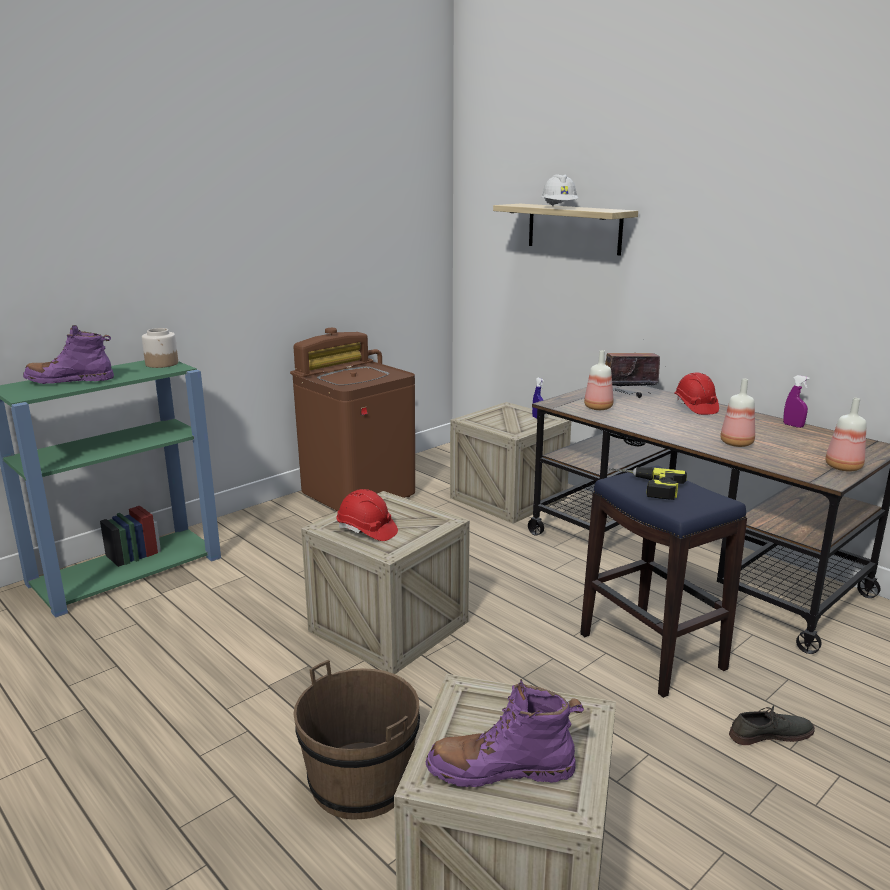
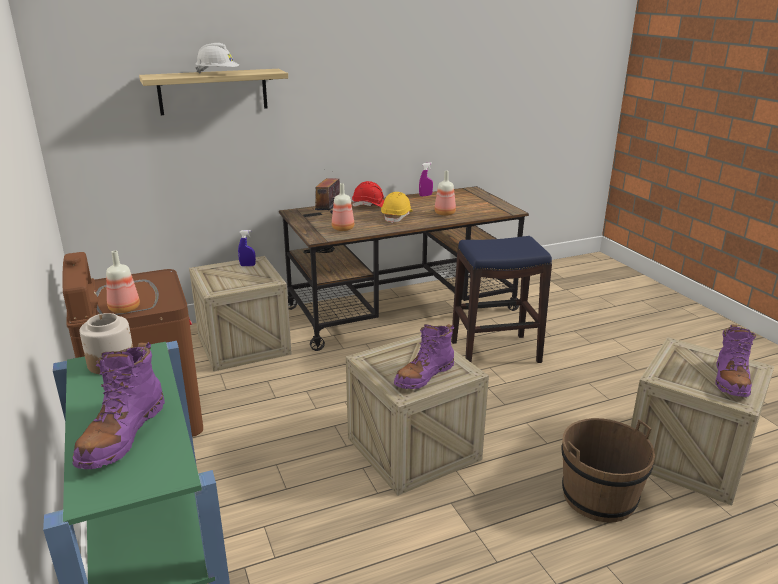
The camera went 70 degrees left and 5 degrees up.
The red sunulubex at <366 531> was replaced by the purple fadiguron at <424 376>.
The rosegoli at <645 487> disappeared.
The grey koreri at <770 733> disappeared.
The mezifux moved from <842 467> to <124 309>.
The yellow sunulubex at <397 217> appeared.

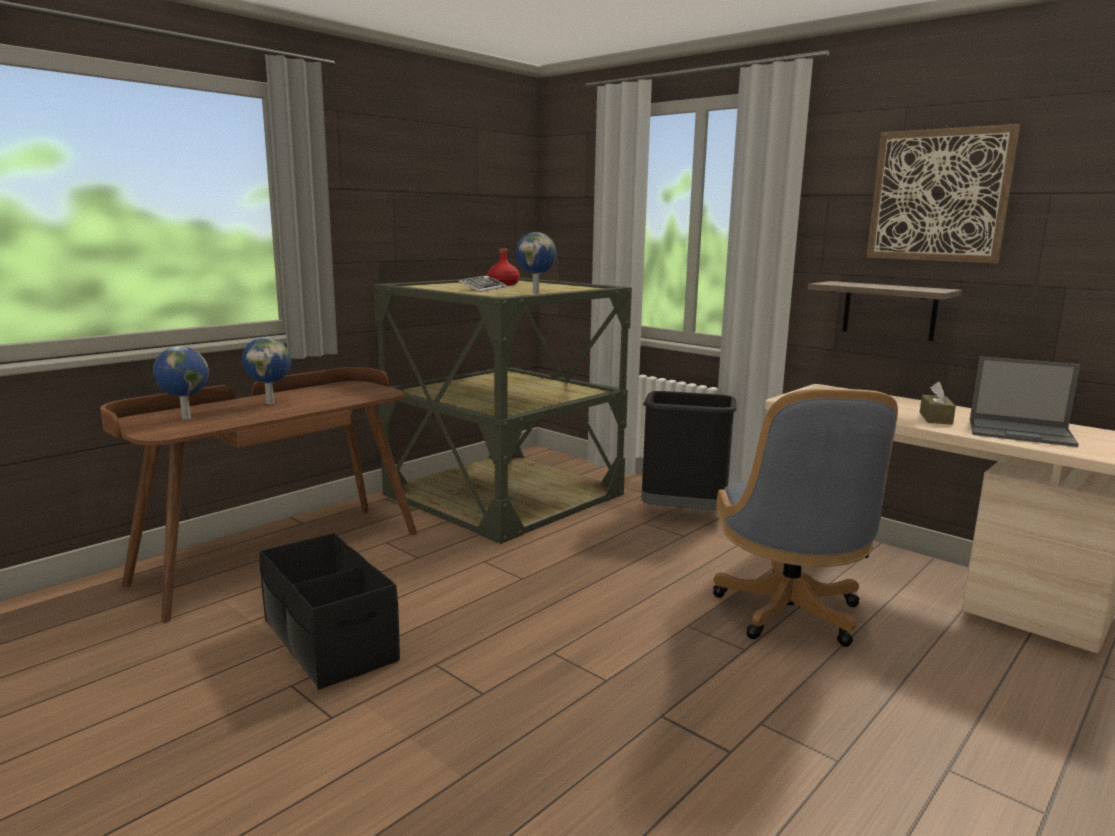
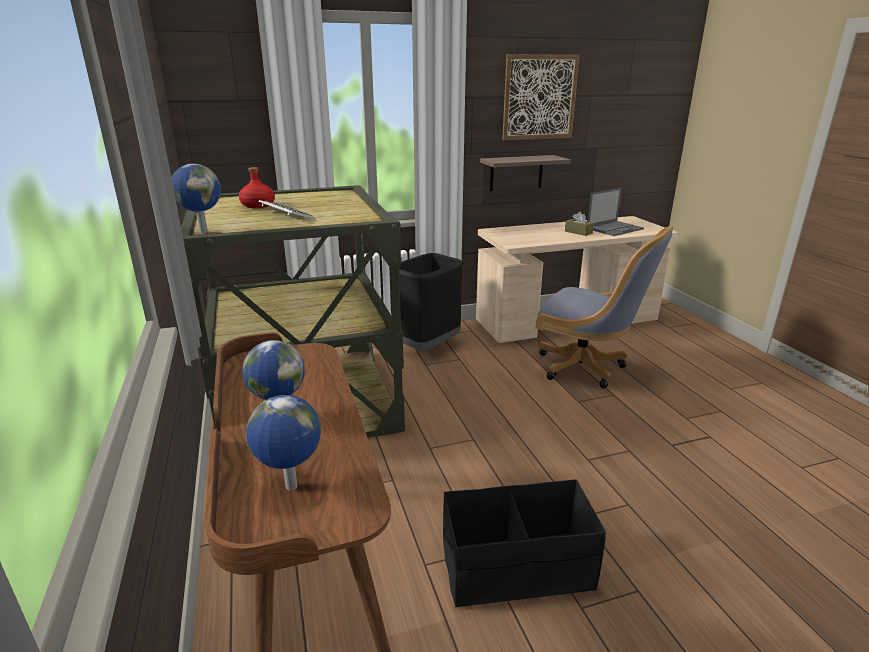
The camera went 60 degrees left and 10 degrees up.
The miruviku moved from <536 293> to <203 231>.

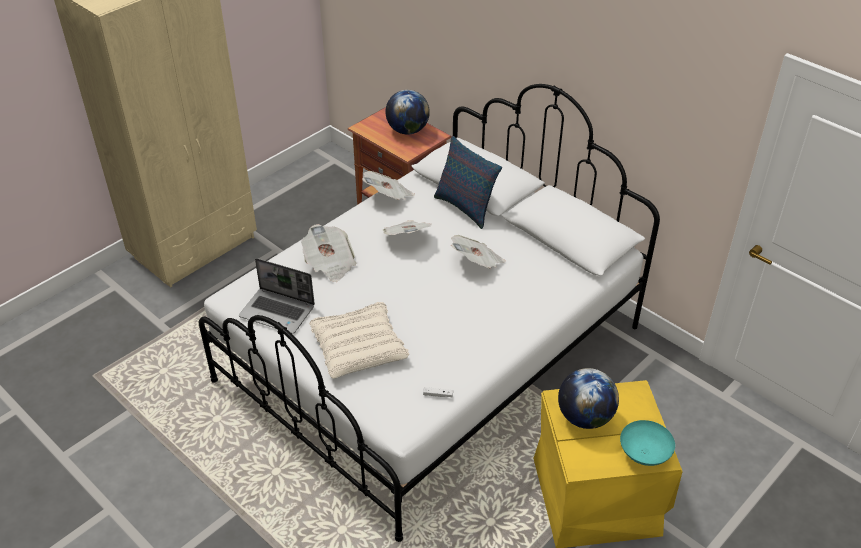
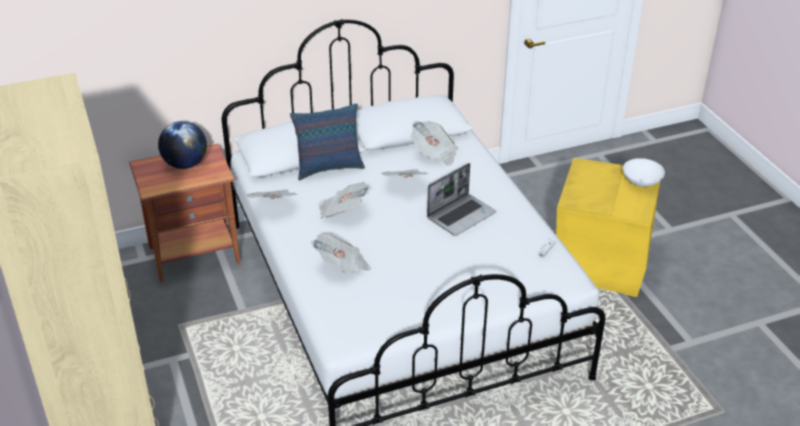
The camera went 65 degrees left and 5 degrees down.
The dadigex moved from <278 311> to <461 215>.
The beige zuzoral at <359 347> disappeared.
The miruviku at <585 417> disappeared.
The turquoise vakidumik at <643 453> became the white vakidumik at <641 183>.
The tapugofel at <434 154> appeared.

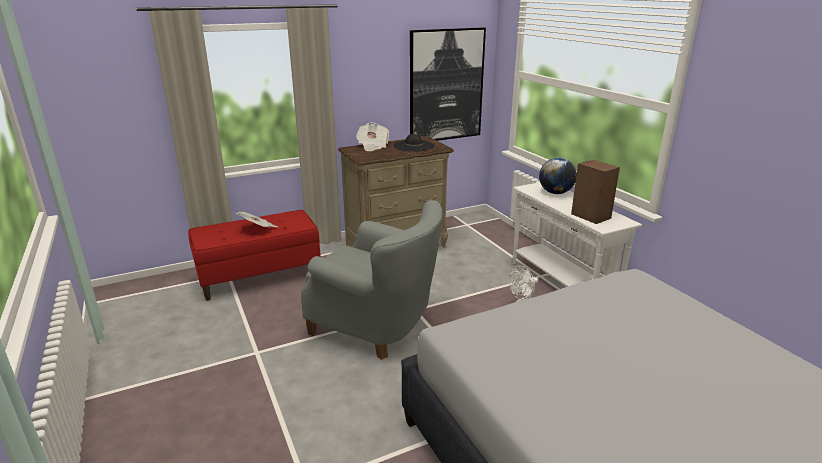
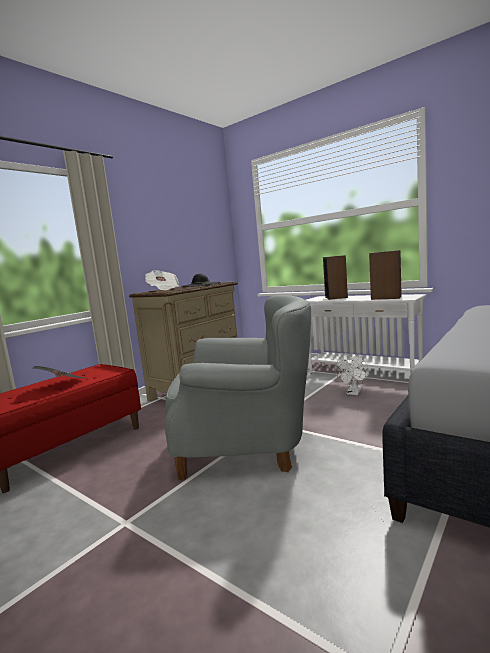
The camera went 25 degrees left and 15 degrees down.
The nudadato at <446 85> disappeared.
The miruviku at <555 193> was replaced by the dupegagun at <336 297>.

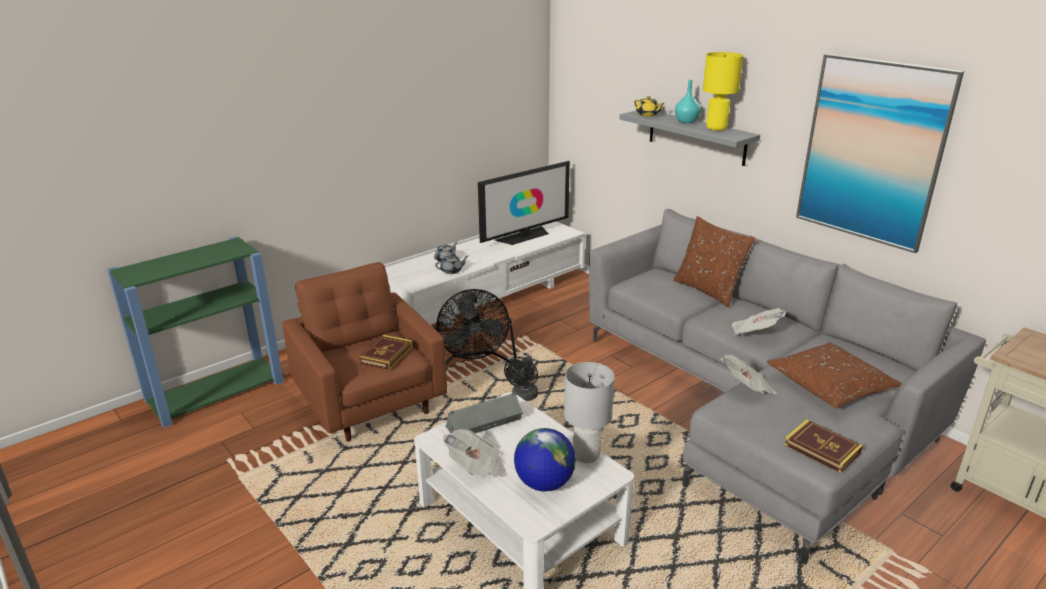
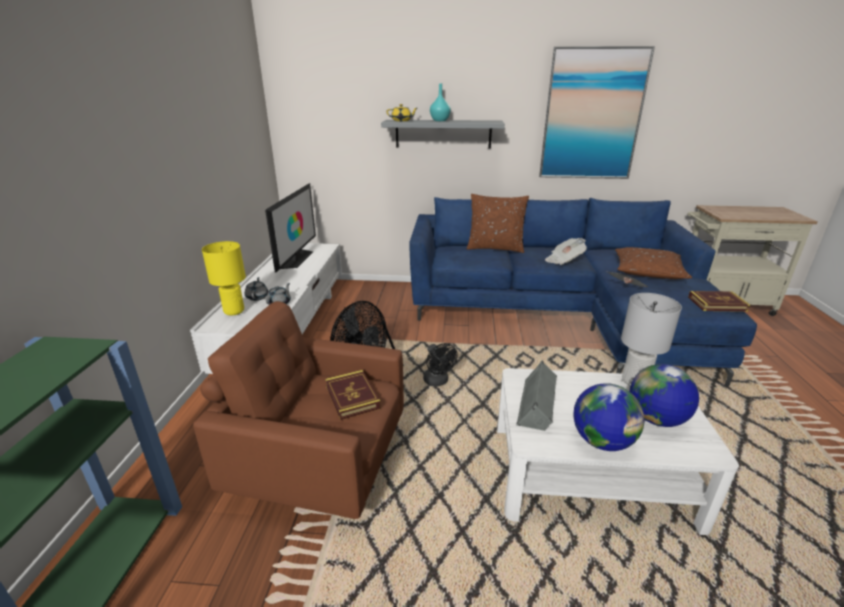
The camera went 45 degrees left and 0 degrees up.
The tapugofel at <477 467> was replaced by the miruviku at <602 441>.
The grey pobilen at <755 406> became the blue pobilen at <564 315>.
The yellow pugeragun moved from <716 129> to <234 312>.

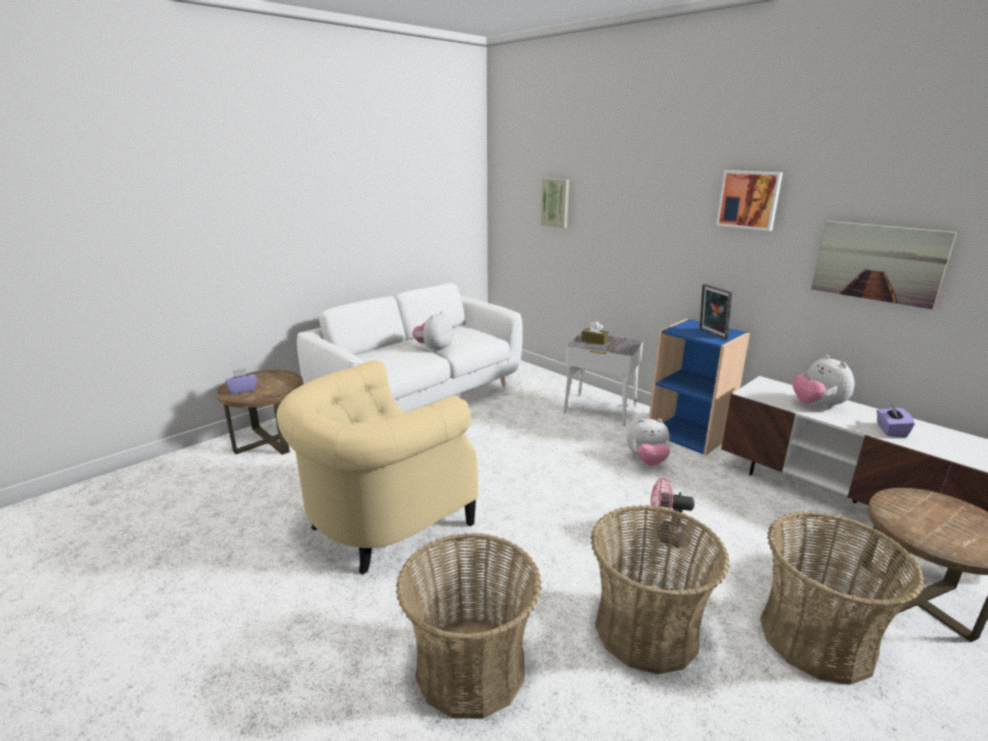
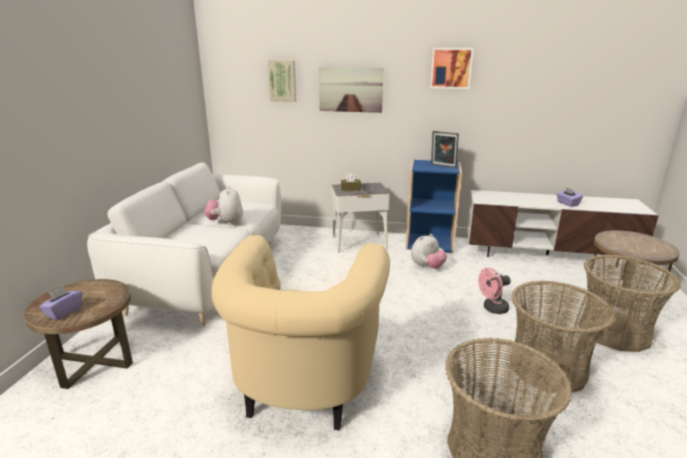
The camera went 35 degrees left and 0 degrees up.
The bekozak at <817 405> disappeared.
The nudadato moved from <878 262> to <350 89>.

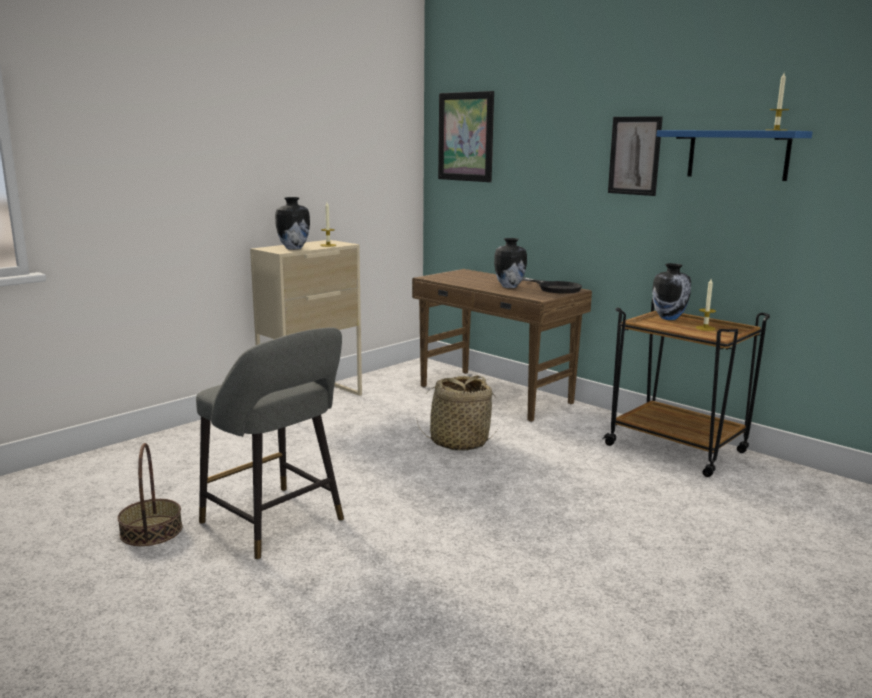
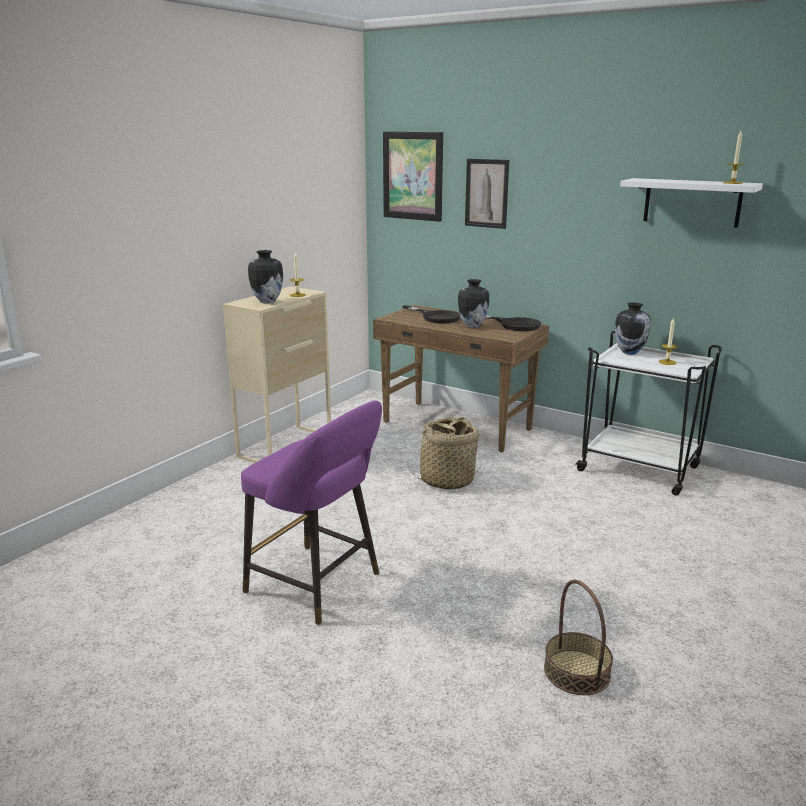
The camera went 10 degrees left and 5 degrees up.
The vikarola moved from <151 531> to <577 672>.
The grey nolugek at <277 524> became the purple nolugek at <318 585>.
The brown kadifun at <677 449> became the white kadifun at <640 469>.
The nudadato moved from <634 156> to <486 193>.
The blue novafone at <738 155> became the white novafone at <692 202>.
The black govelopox at <436 317> appeared.

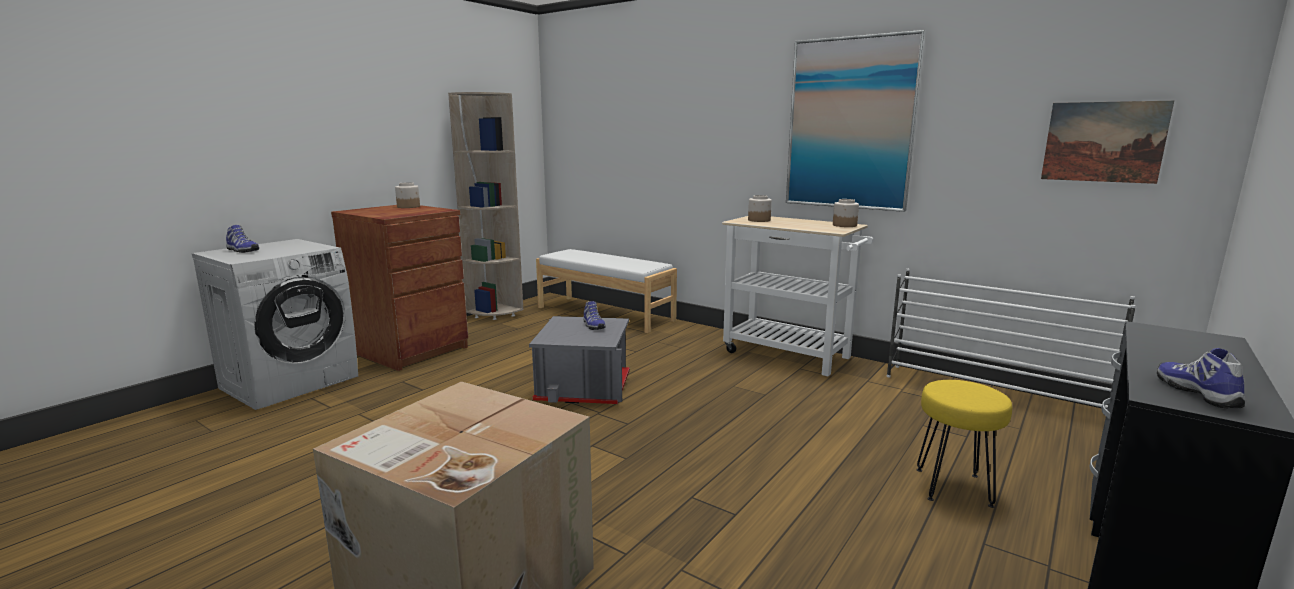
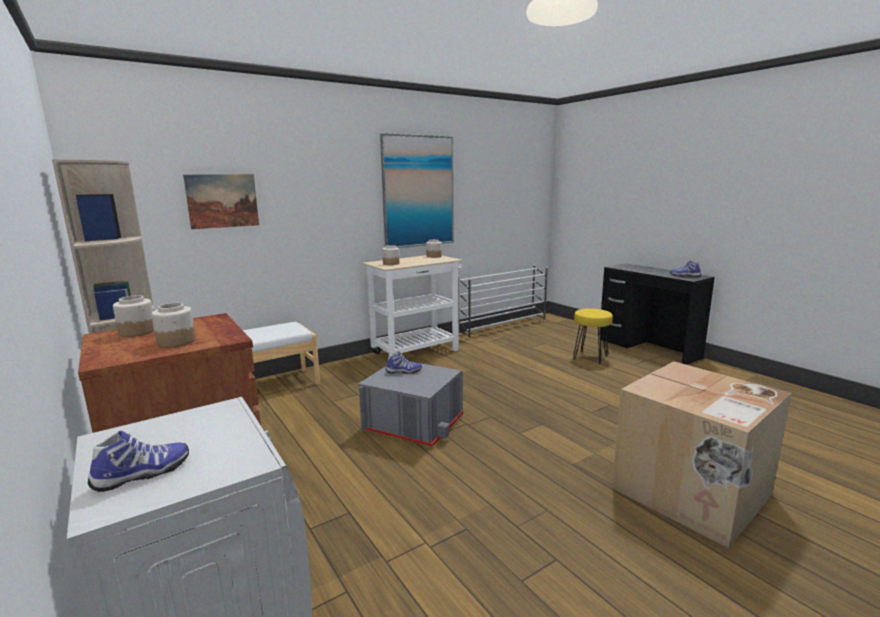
The camera went 70 degrees left and 0 degrees up.
The nudadato moved from <1103 142> to <222 201>.
The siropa at <176 342> appeared.

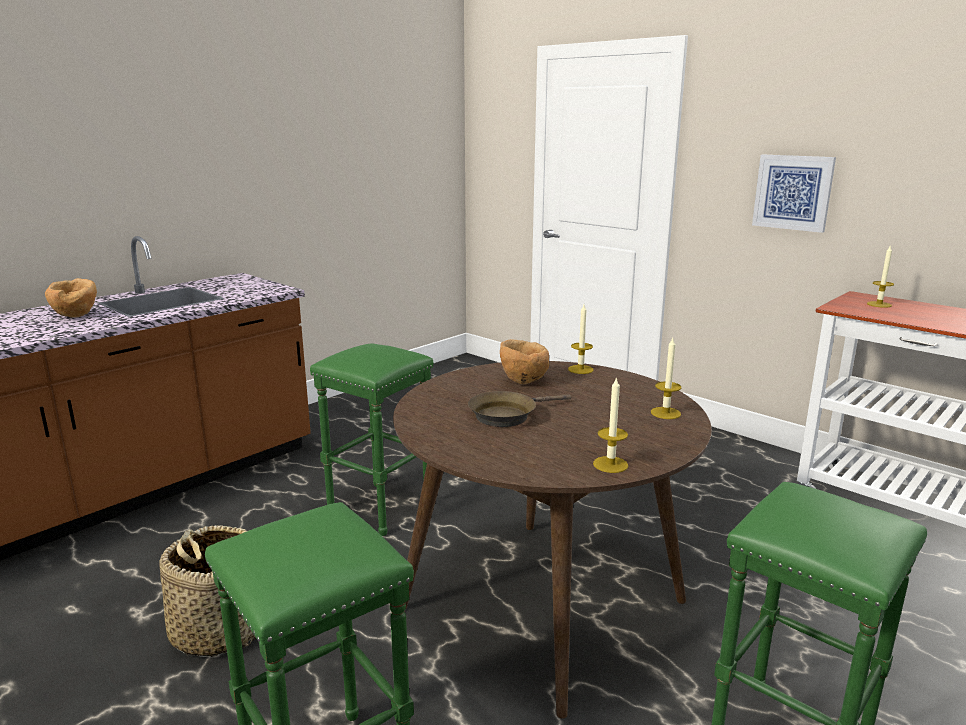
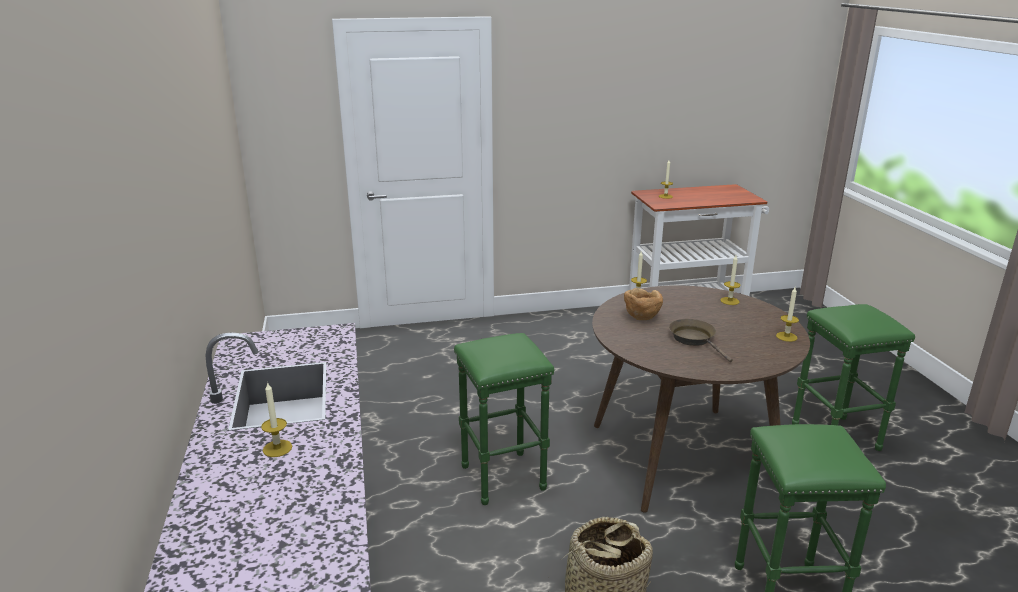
The camera went 55 degrees left and 5 degrees up.
The brown vakidumik at <76 316> was replaced by the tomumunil at <277 448>.
The brown govelopox at <507 415> turned 150 degrees clockwise.
The nudadato at <793 192> disappeared.

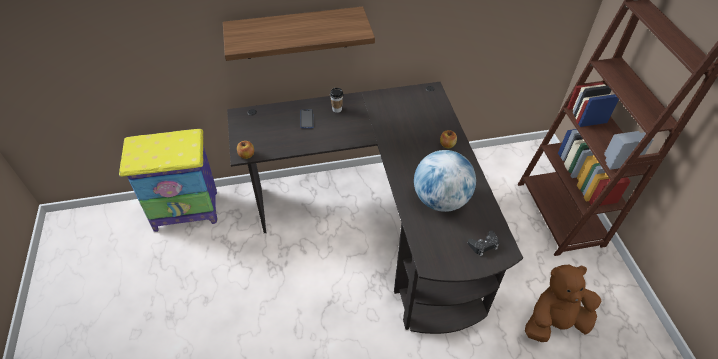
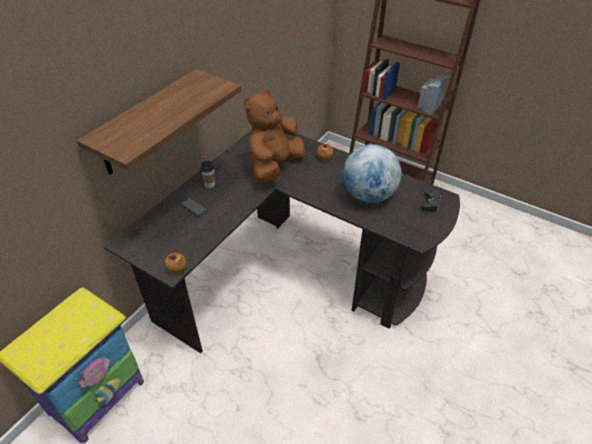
The camera went 45 degrees left and 5 degrees down.
The brown bekozak moved from <554 322> to <274 166>.

